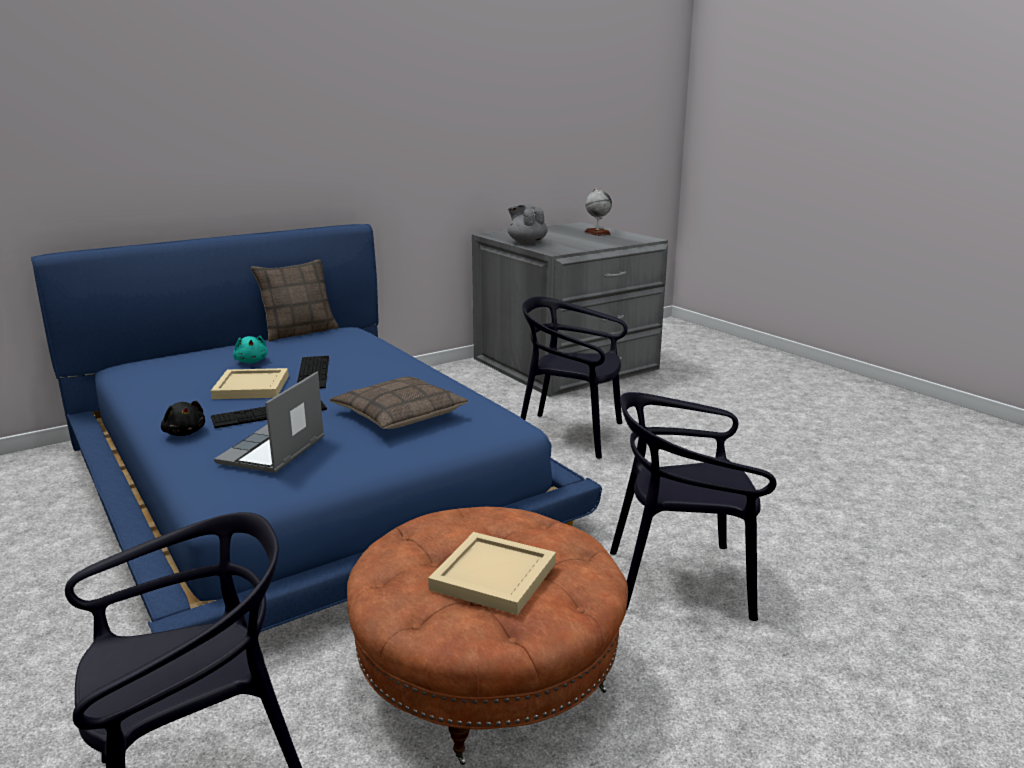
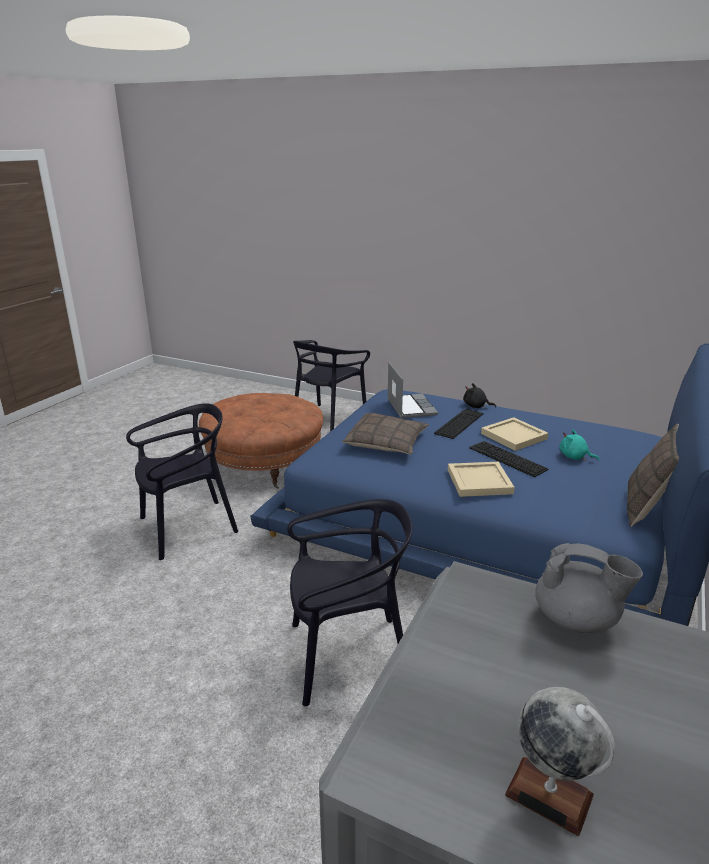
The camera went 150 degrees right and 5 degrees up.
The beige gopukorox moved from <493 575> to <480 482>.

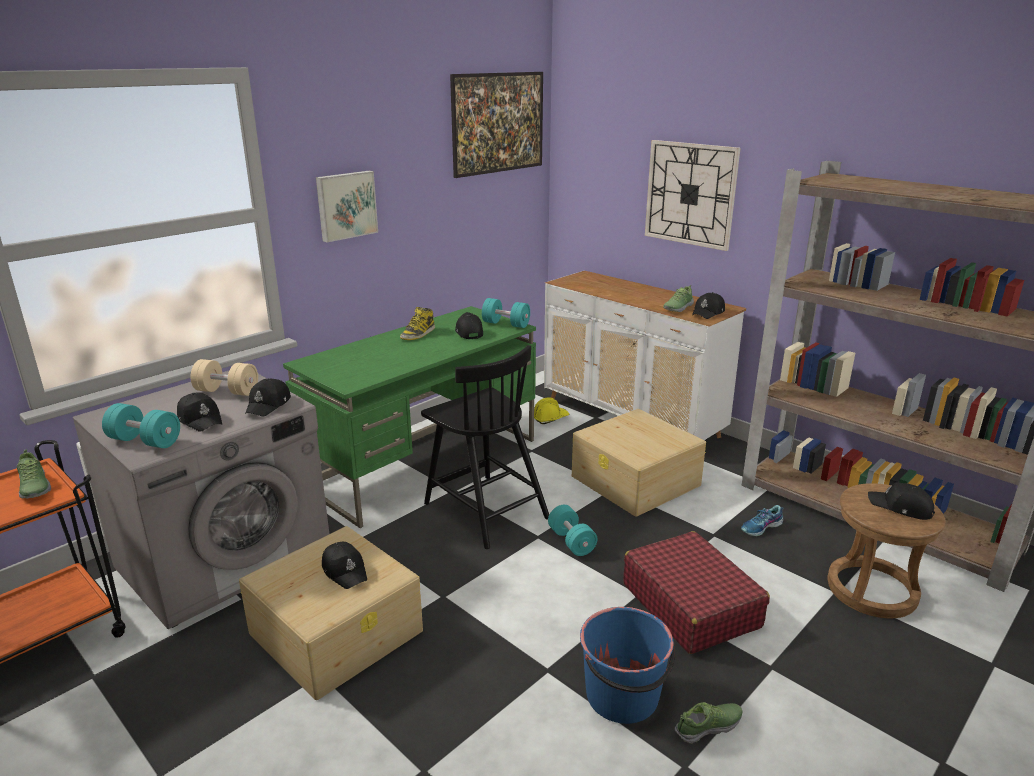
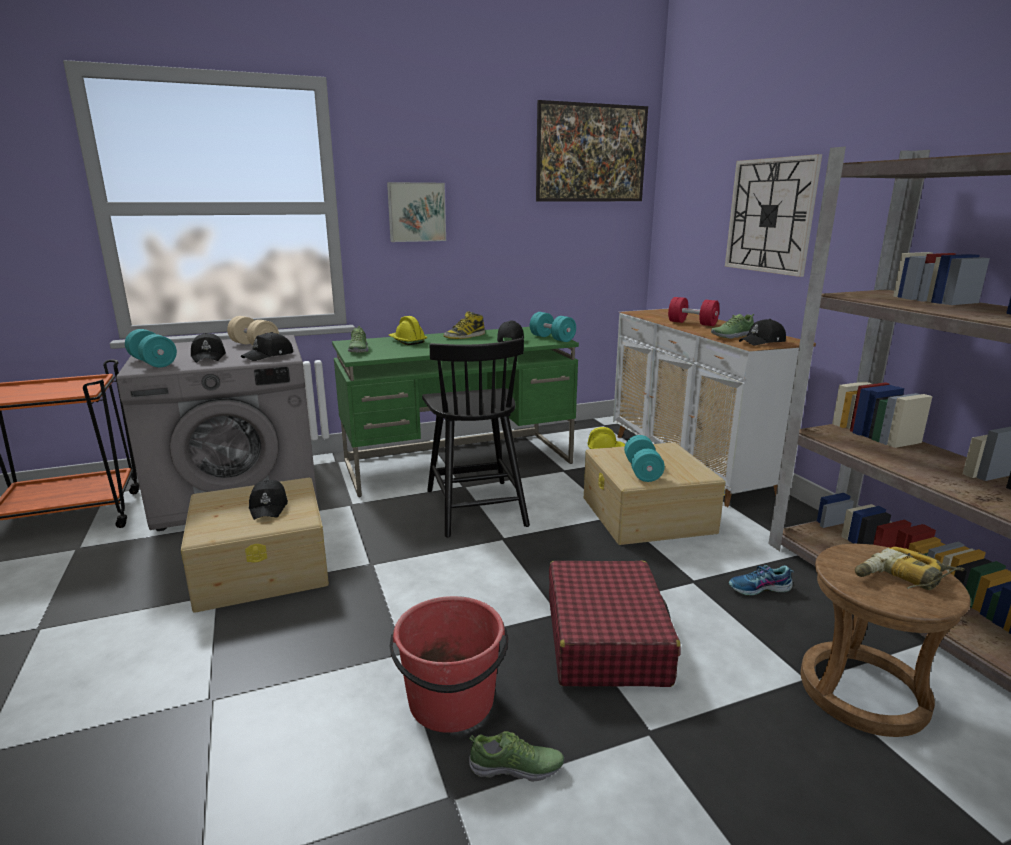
The camera went 25 degrees right and 5 degrees down.
The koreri moved from <34 487> to <358 350>.
The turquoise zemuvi moved from <571 541> to <642 471>.
The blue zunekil at <623 696> became the red zunekil at <451 702>.
The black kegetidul at <901 507> was replaced by the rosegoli at <904 579>.
The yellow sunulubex at <407 341> appeared.
The red zemuvi at <692 323> appeared.

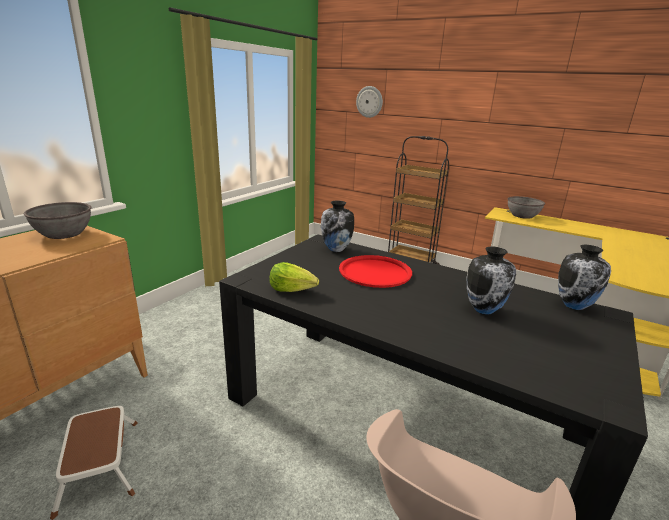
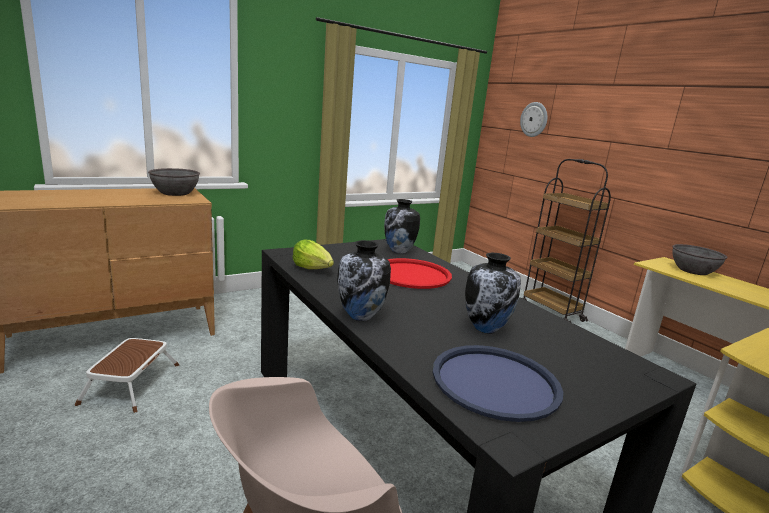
The camera went 25 degrees right and 5 degrees down.
The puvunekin moved from <574 306> to <361 316>.
The blue gopukorox at <495 382> appeared.

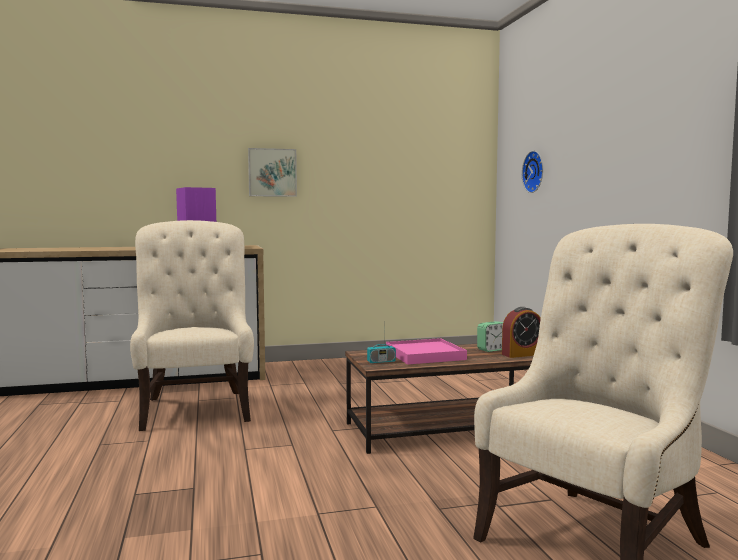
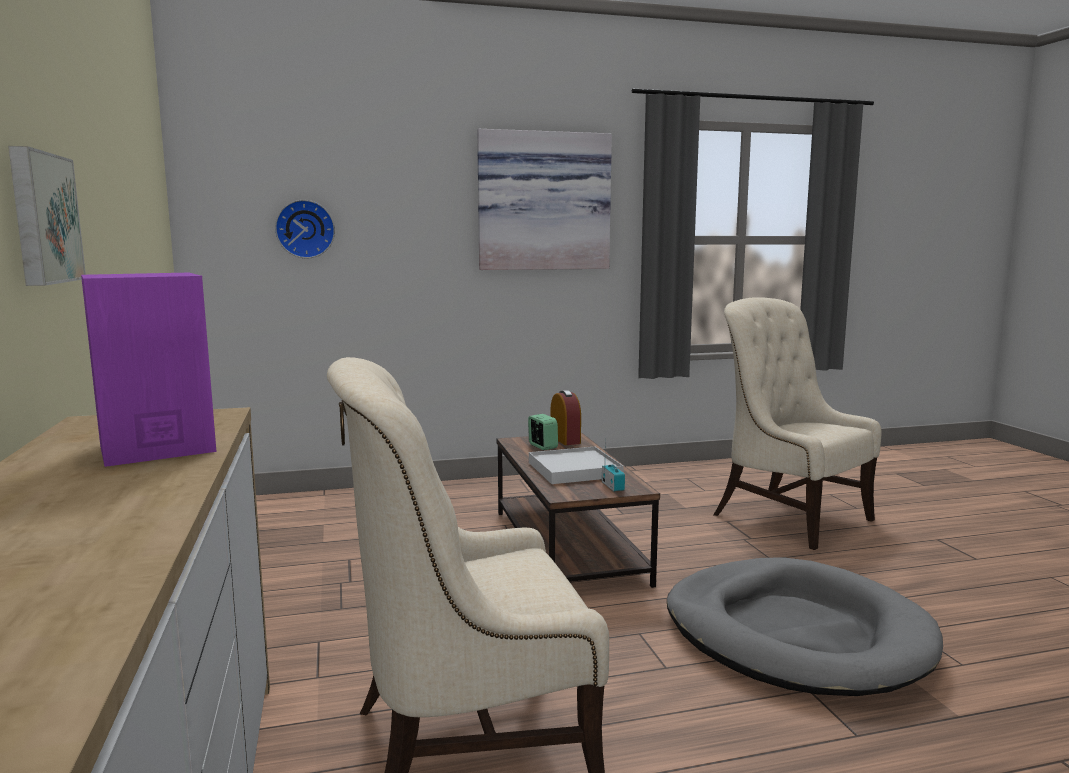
The camera went 90 degrees left and 5 degrees up.
The pink gopukorox at <425 355> became the white gopukorox at <574 469>.
The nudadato at <543 201> appeared.
The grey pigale at <795 633> appeared.

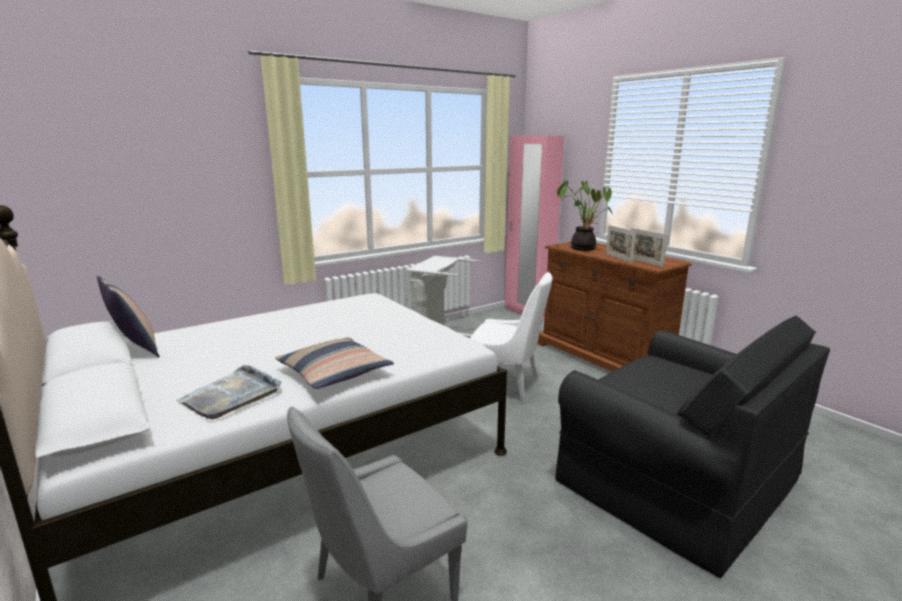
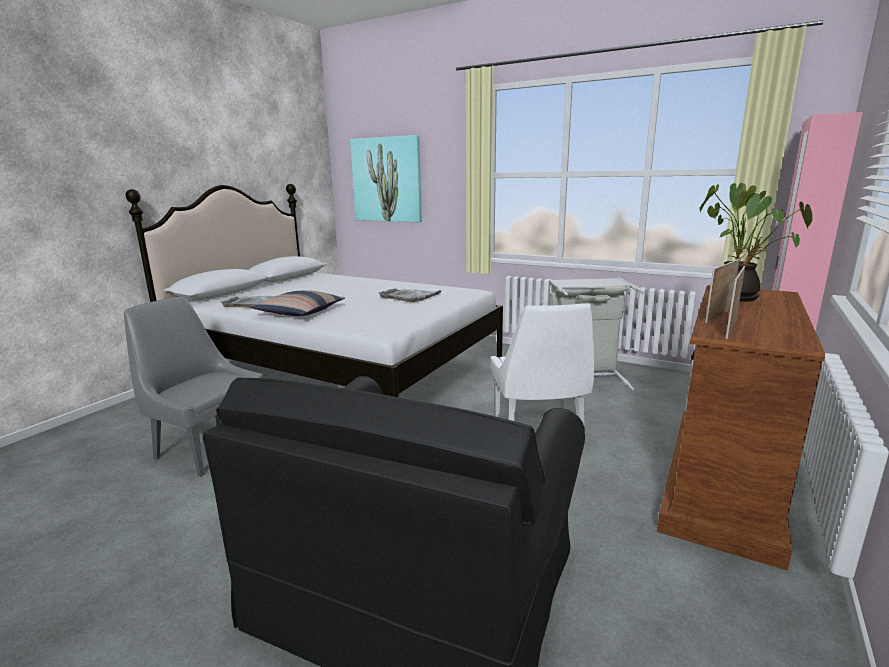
The camera went 65 degrees right and 0 degrees up.
The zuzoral at <135 349> disappeared.
The nudadato at <387 180> appeared.
The grey gopukorox at <410 296> appeared.

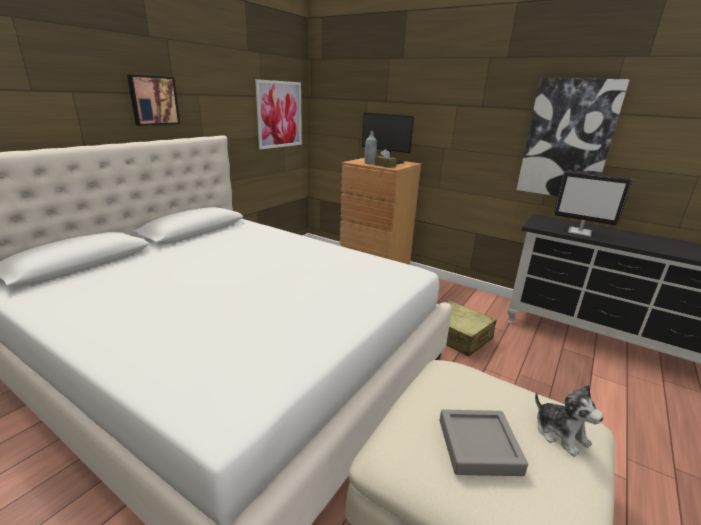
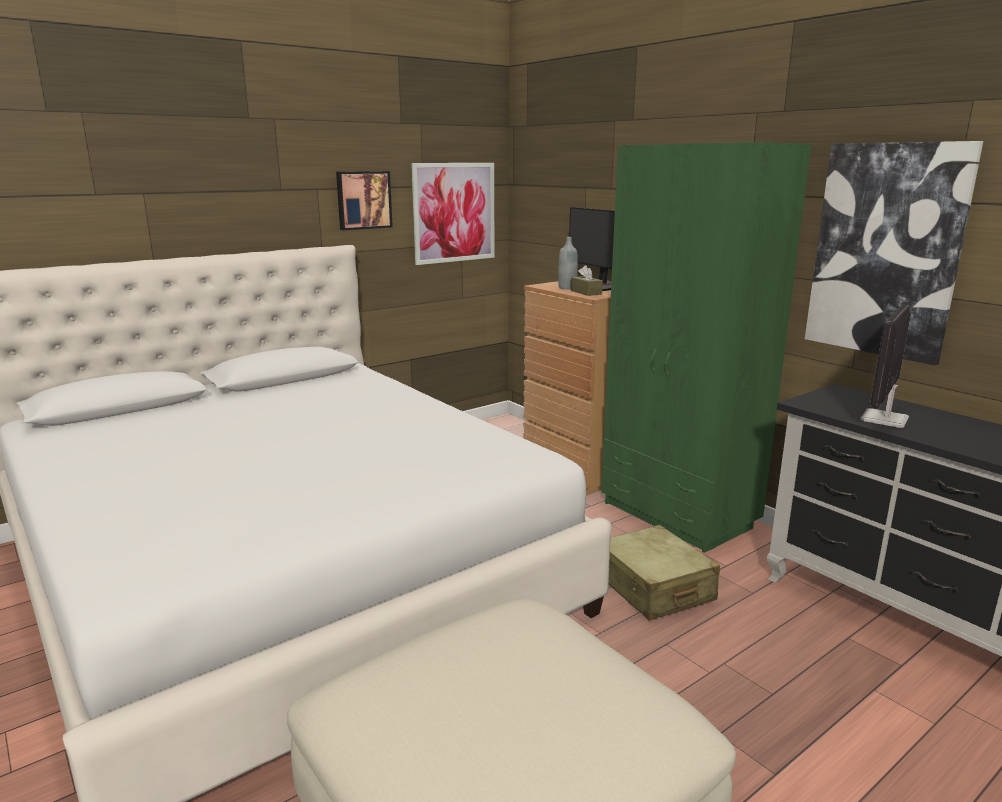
The camera went 20 degrees right and 5 degrees down.
The nudadato moved from <153 100> to <363 200>.
The grey gopukorox at <478 446> disappeared.
The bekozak at <560 434> disappeared.
The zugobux at <580 232> turned 75 degrees clockwise.
The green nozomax at <678 515> appeared.

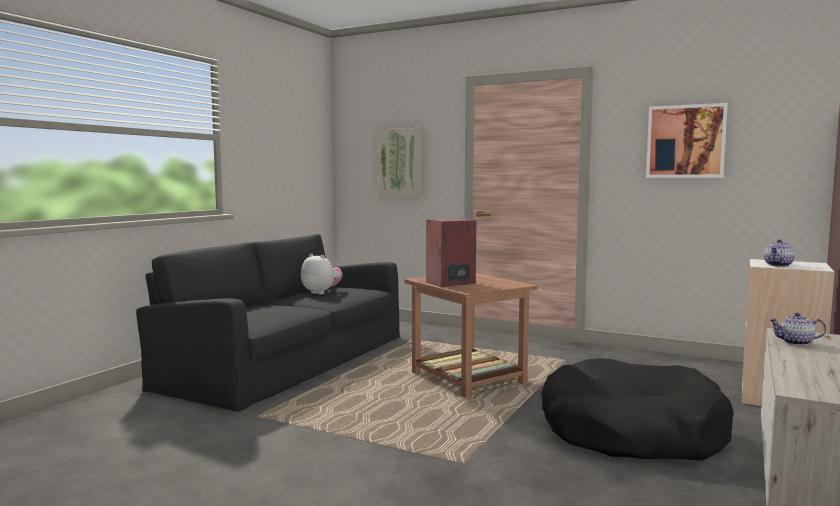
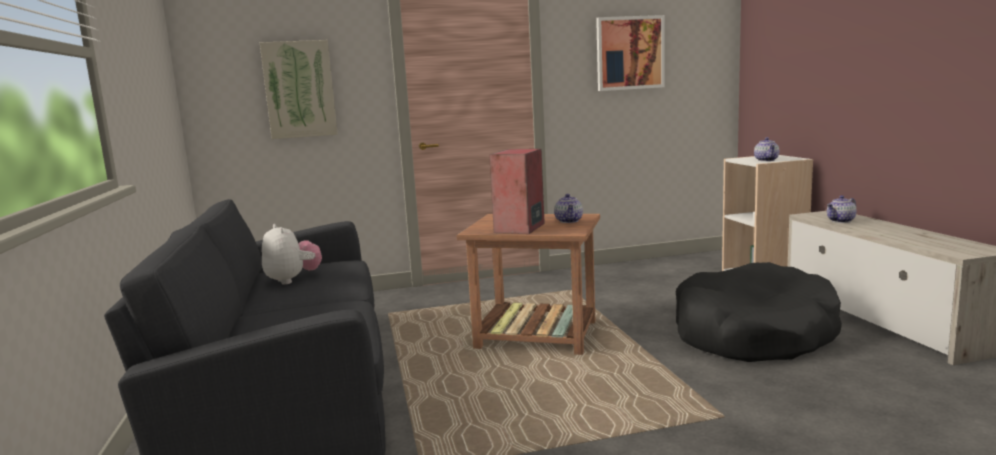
The camera went 40 degrees left and 5 degrees up.
The bekozak at <321 292> turned 60 degrees clockwise.
The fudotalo at <569 221> appeared.

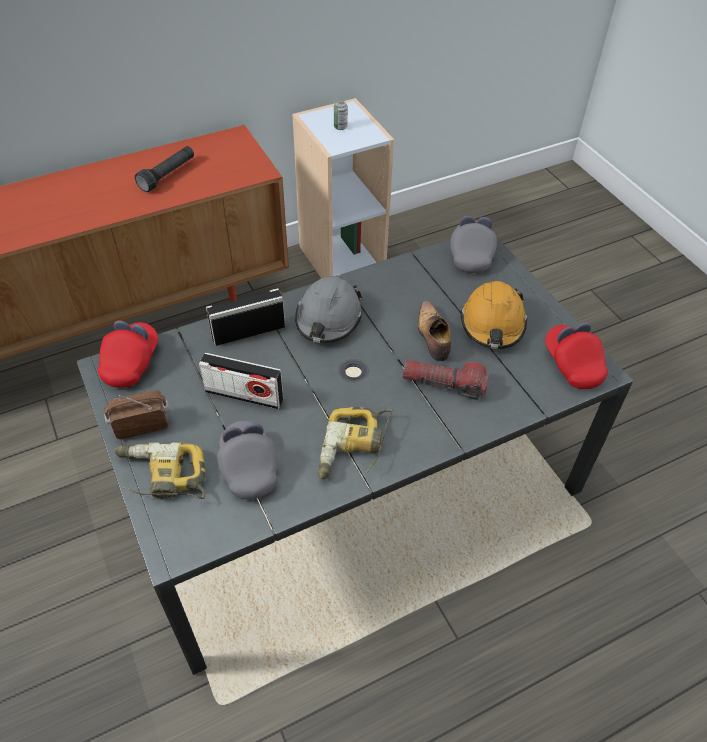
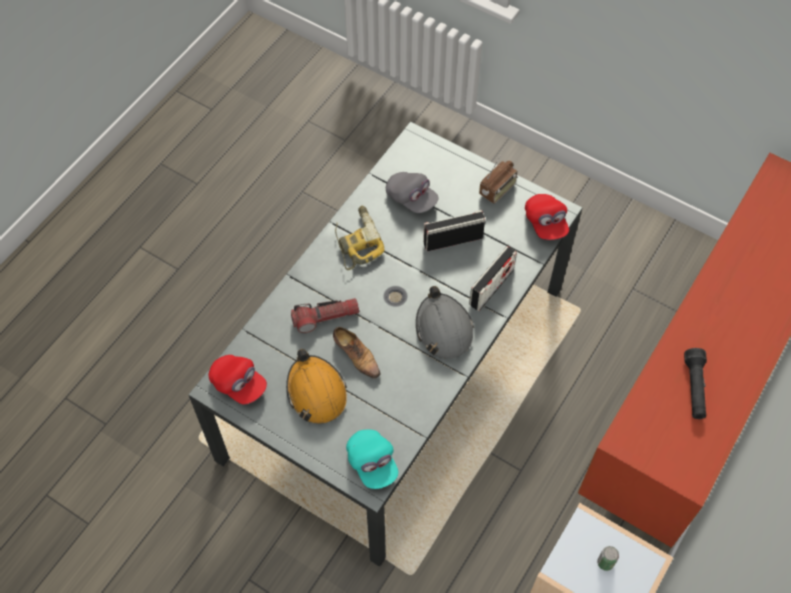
The camera went 150 degrees right and 10 degrees up.
The rosegoli at <161 477> disappeared.
The grey kegetidul at <471 254> became the turquoise kegetidul at <372 463>.

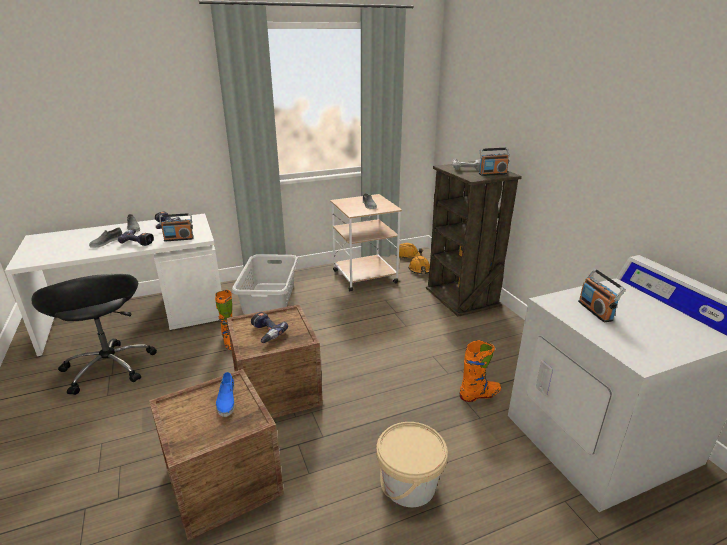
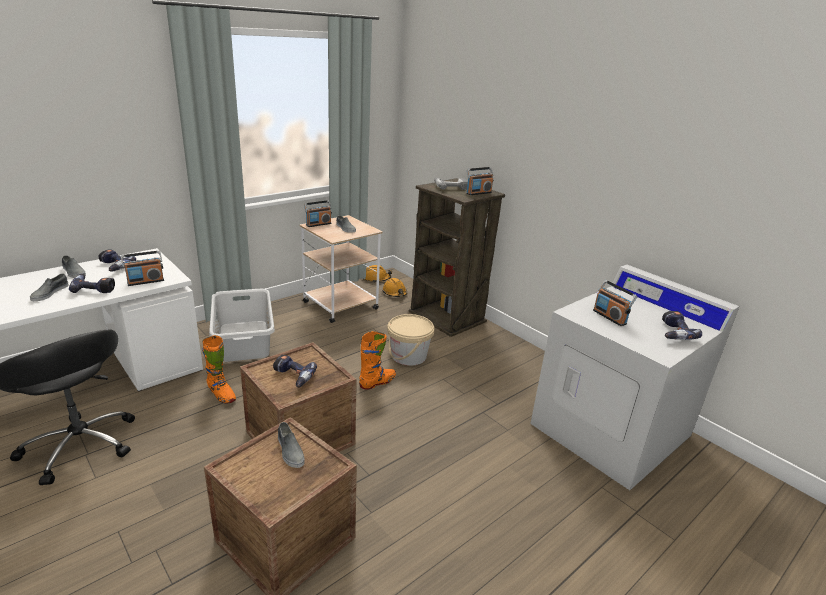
The camera went 20 degrees left and 0 degrees up.
The blue koreri at <226 399> became the grey koreri at <290 451>.
The beige zunekil moved from <409 485> to <408 356>.
The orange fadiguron moved from <479 395> to <377 382>.
The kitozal at <318 224> appeared.
The rosegoli at <672 333> appeared.

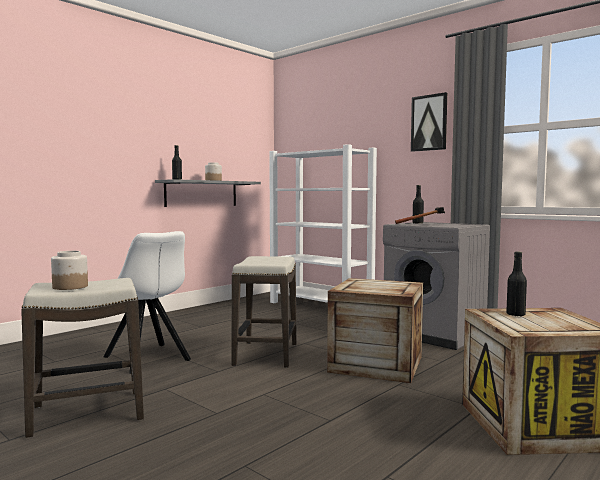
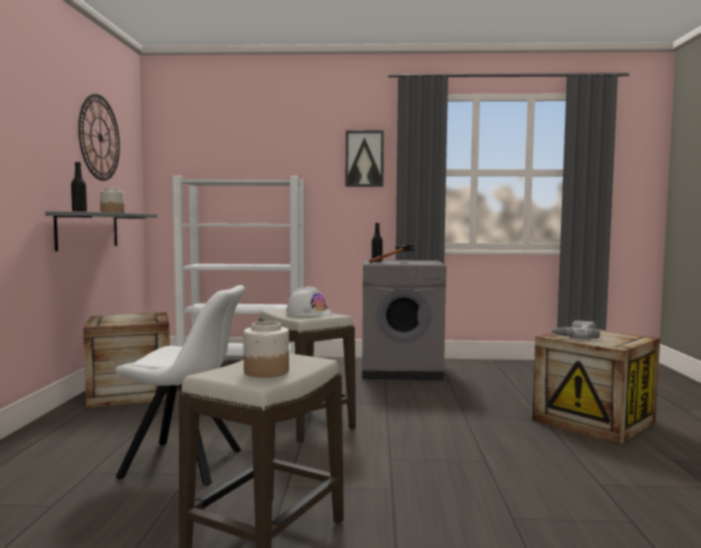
The camera went 40 degrees left and 0 degrees up.
The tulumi moved from <376 364> to <130 392>.
The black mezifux at <515 314> was replaced by the rosegoli at <575 335>.
The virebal at <100 138> appeared.
The white sunulubex at <308 313> appeared.

